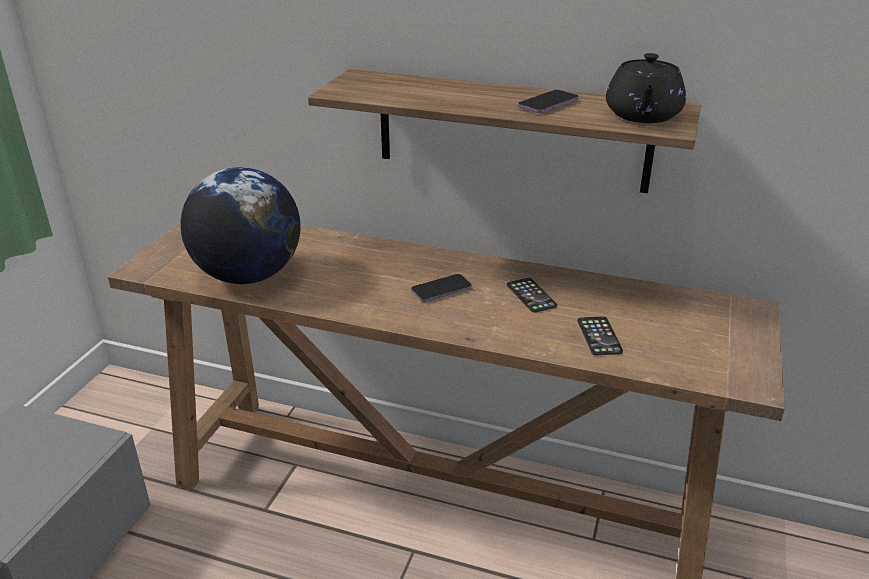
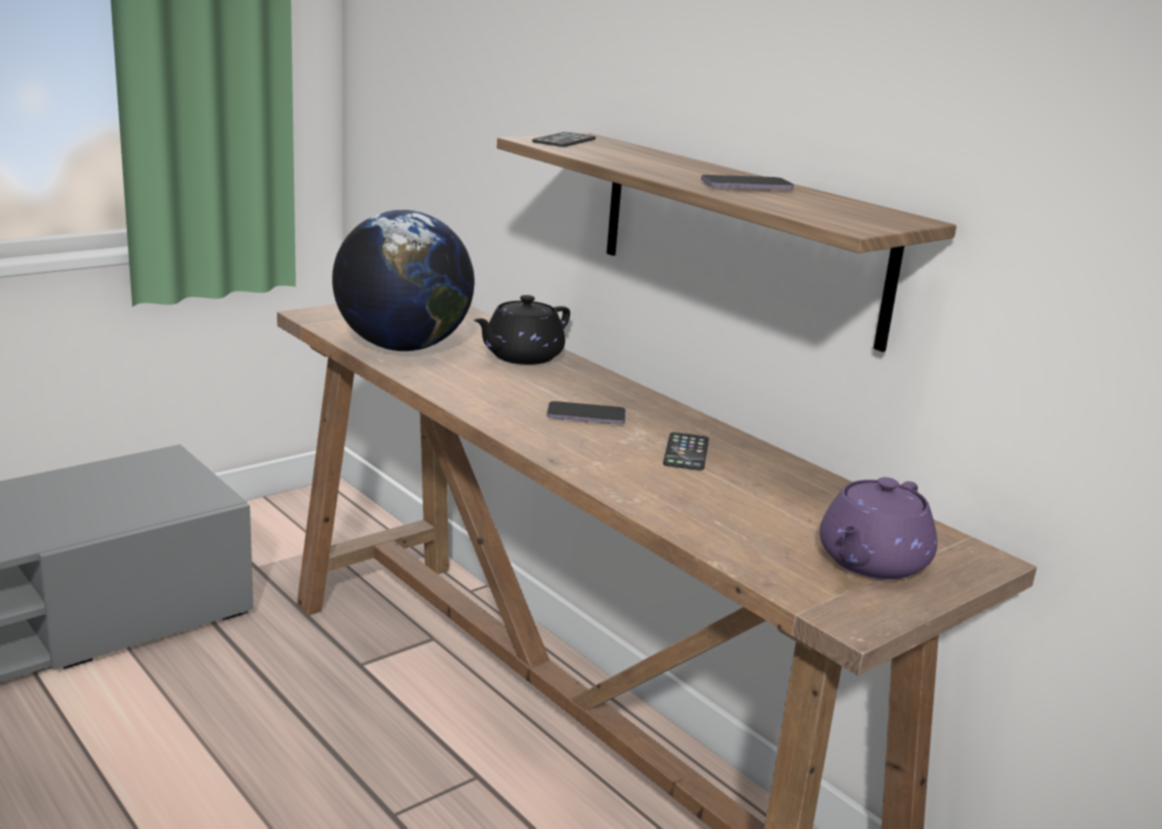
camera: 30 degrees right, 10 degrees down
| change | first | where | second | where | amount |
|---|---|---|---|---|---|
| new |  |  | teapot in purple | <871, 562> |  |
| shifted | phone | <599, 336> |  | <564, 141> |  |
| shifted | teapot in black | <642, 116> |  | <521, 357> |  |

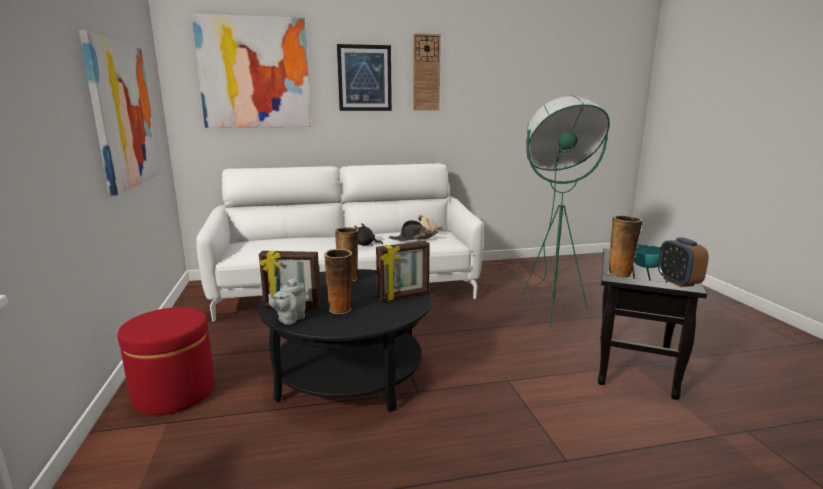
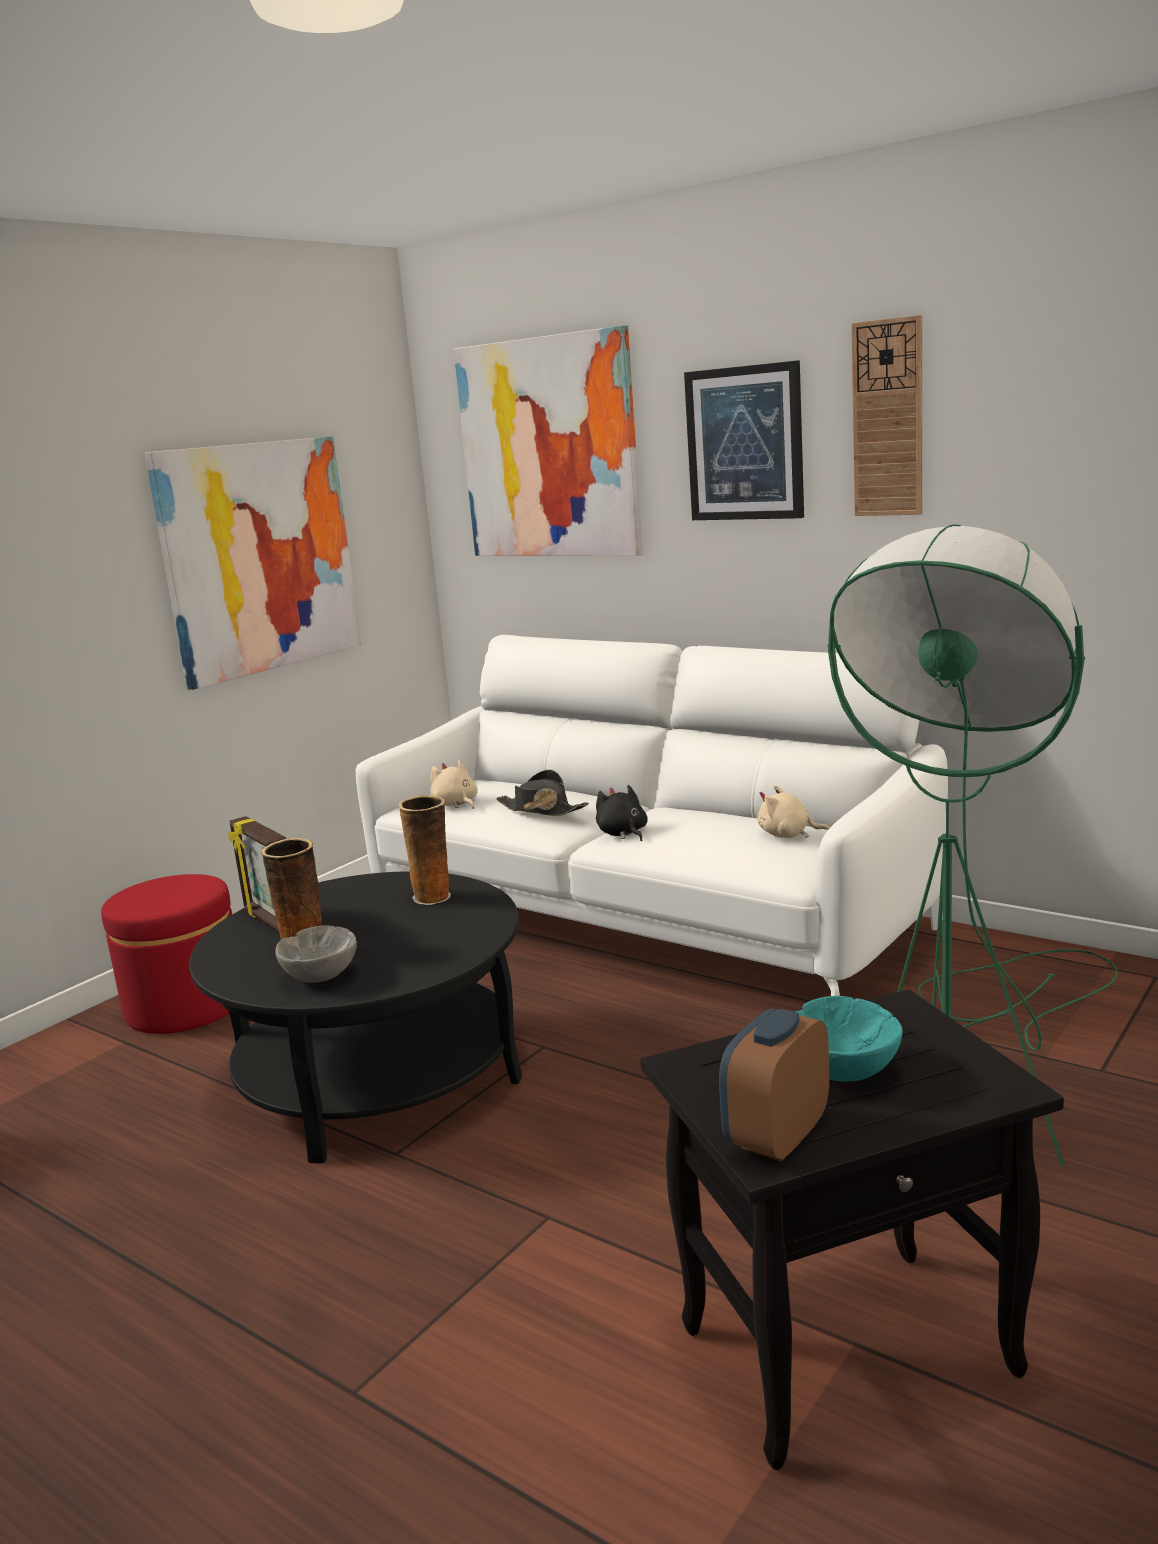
camera: 50 degrees right, 0 degrees up
| change | first | where | second | where | amount |
|---|---|---|---|---|---|
| gone | teapot in grey | <290, 319> |  |  |  |
| gone | picture frame | <403, 296> |  |  |  |
| gone | vase | <620, 274> |  |  |  |
| new |  |  | bowl in grey | <320, 976> |  |
| new |  |  | plush toy in beige | <456, 804> |  |
| shifted | hat in black | <413, 238> |  | <541, 809> |  |

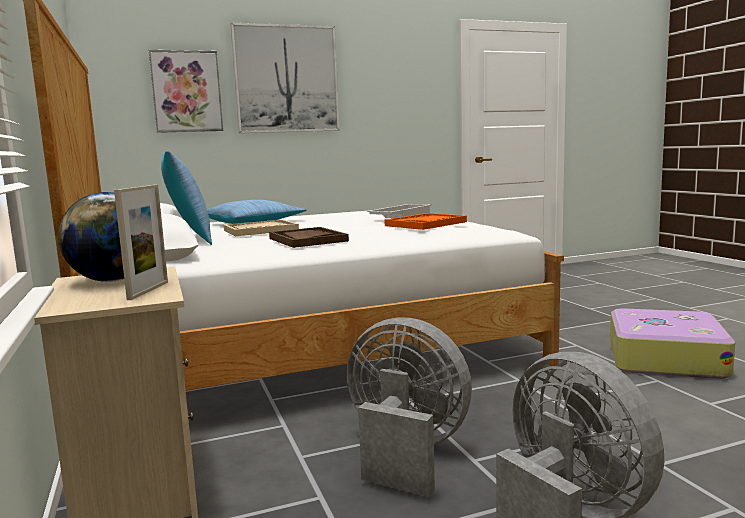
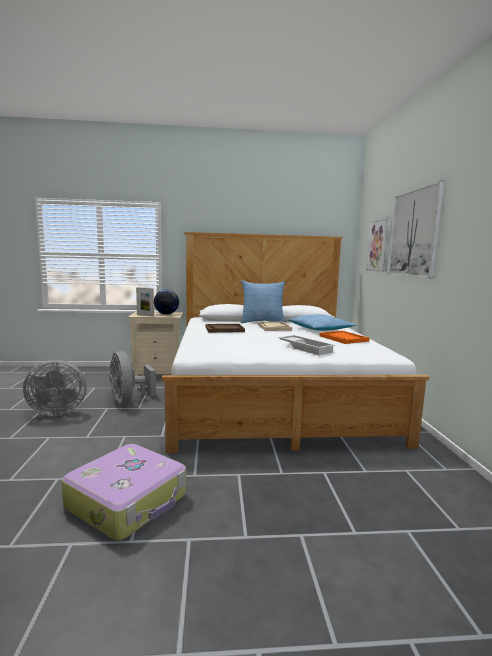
camera: 105 degrees right, 0 degrees up
| change | first | where | second | where | amount |
|---|---|---|---|---|---|
| shifted | tray in orange | <425, 224> |  | <343, 338> |  |
| rotated | fan in grey | <405, 452> |  | <128, 400> | 105 degrees clockwise |

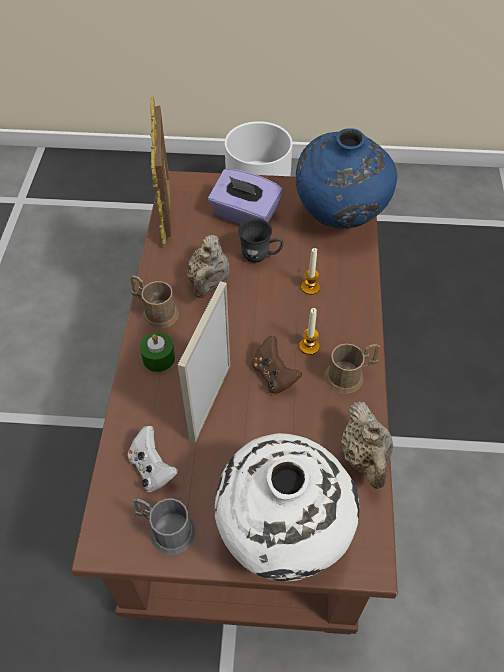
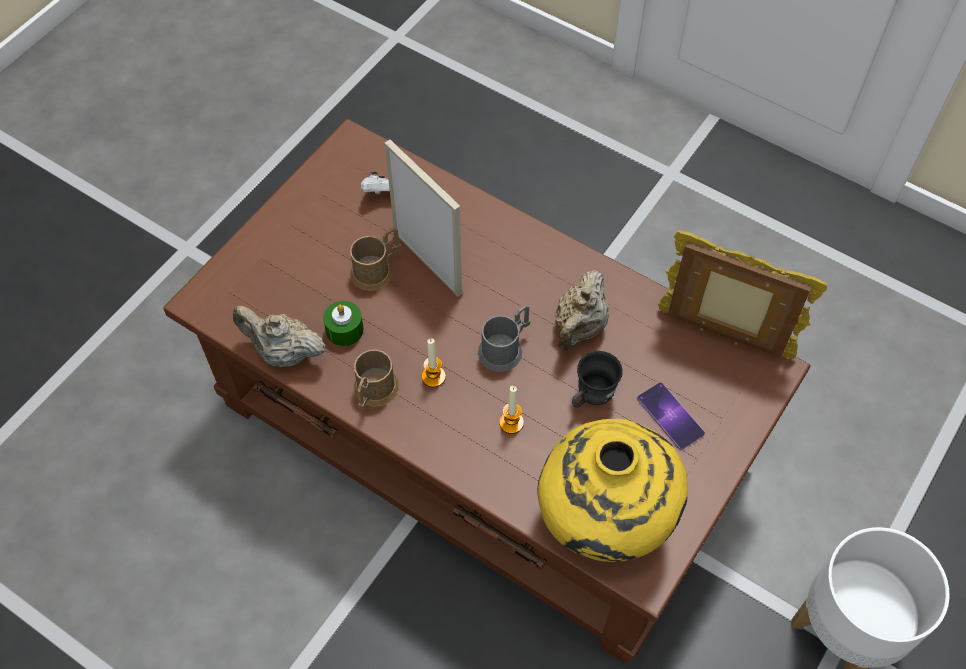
camera: 120 degrees right, 5 degrees up
| change | first | where | second | where | amount |
|---|---|---|---|---|---|
| gone | vase in white | <283, 534> |  |  |  |
| gone | game controller in brown | <274, 375> |  |  |  |
| shifted | mug in brown | <155, 312> |  | <377, 270> |  |
| shifted | mug in grey | <166, 529> |  | <505, 348> |  |
| shifted | candle in green | <158, 358> |  | <344, 330> |  |
| swapped | tissue box in purple | <245, 215> | phone | <670, 416> |  |
| repainted | vase in blue | <340, 219> | vase in yellow | <603, 522> |  |
| rotated | teapot in beige | <209, 283> |  | <579, 328> | 105 degrees counterclockwise |

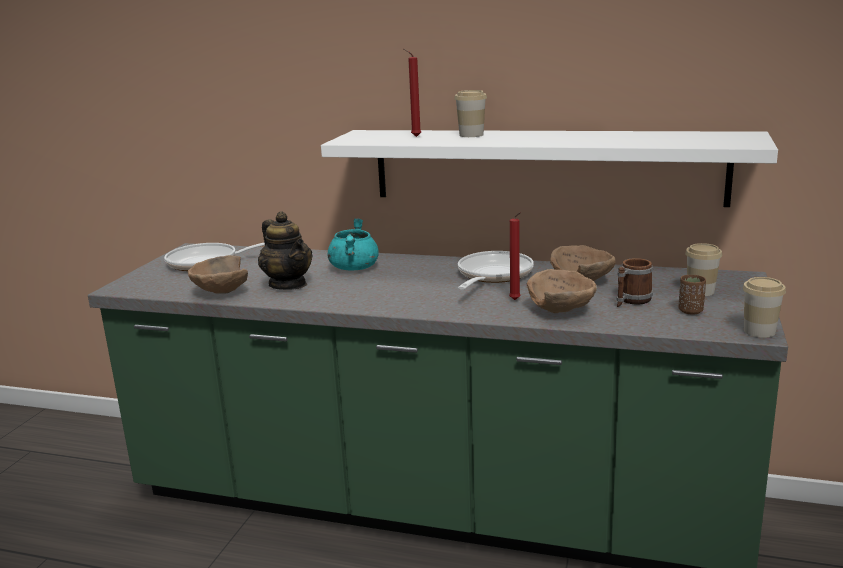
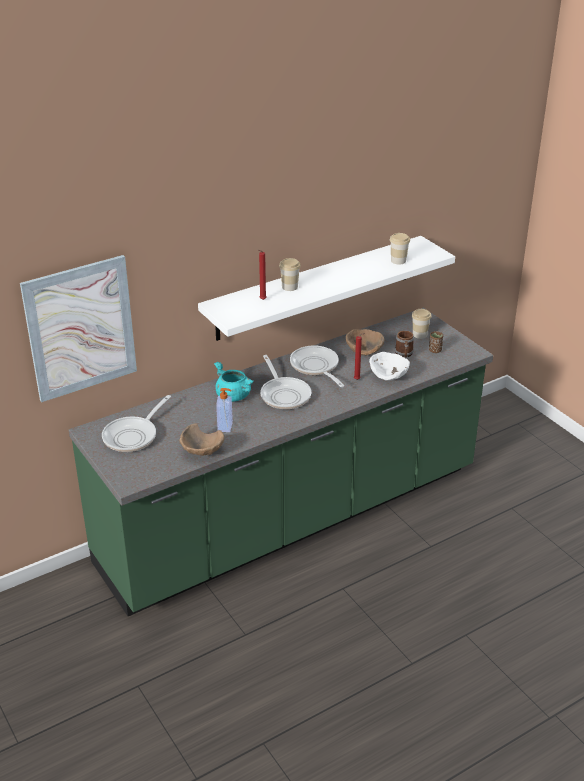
camera: 50 degrees left, 15 degrees up
| change | first | where | second | where | amount |
|---|---|---|---|---|---|
| new |  |  | picture | <80, 328> |  |
| new |  |  | frying pan | <284, 394> |  |
| shifted | cup | <759, 331> |  | <398, 260> |  |
| swapped | teapot | <288, 284> | soap dispenser | <225, 427> |  |
| repainted | bowl in brown | <563, 311> | bowl in white | <389, 376> |  |

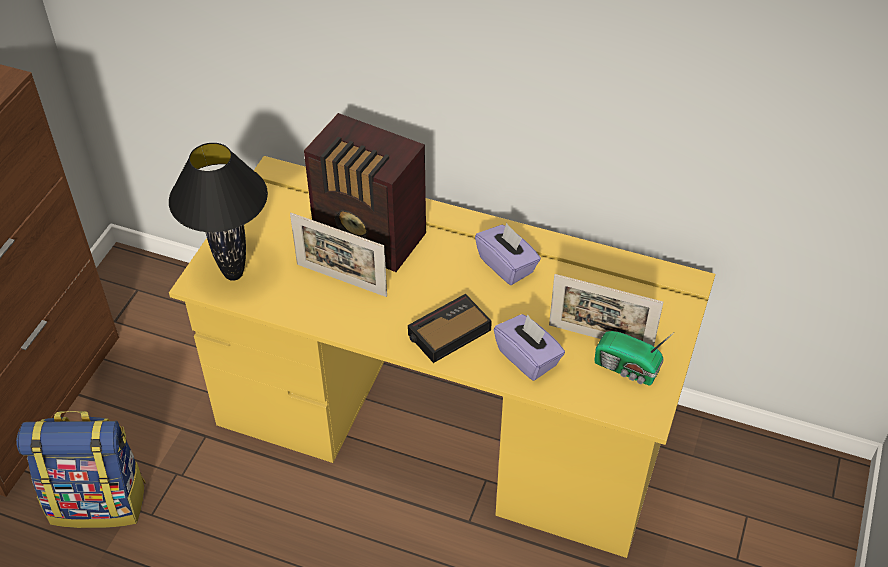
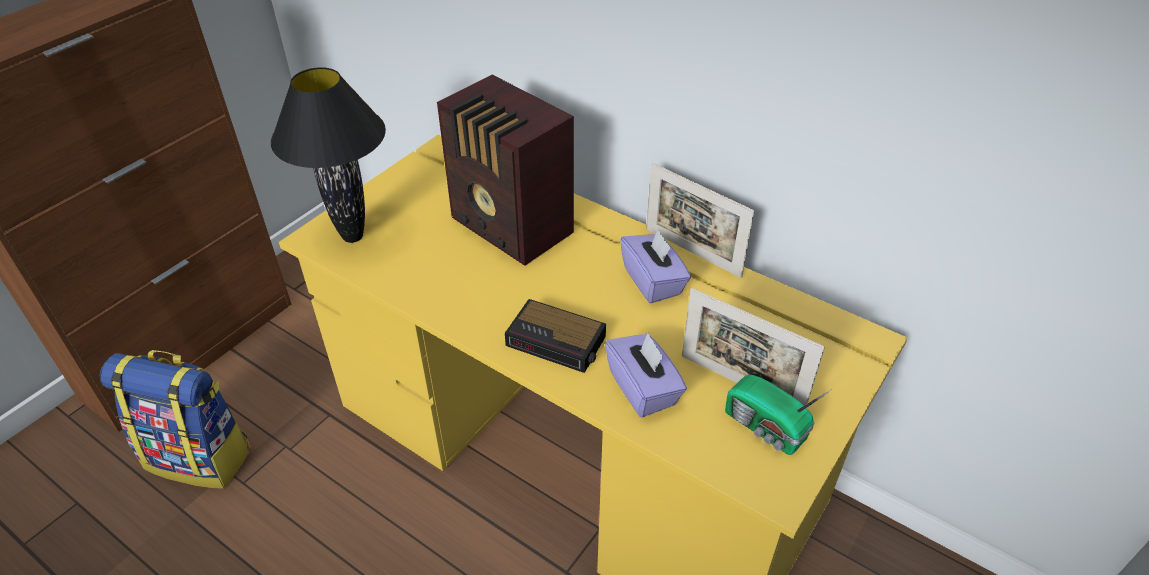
camera: 15 degrees right, 5 degrees down
| change | first | where | second | where | amount |
|---|---|---|---|---|---|
| shifted | picture frame | <341, 280> |  | <692, 252> |  |
| rotated | alarm clock | <448, 333> |  | <558, 341> | 135 degrees counterclockwise |

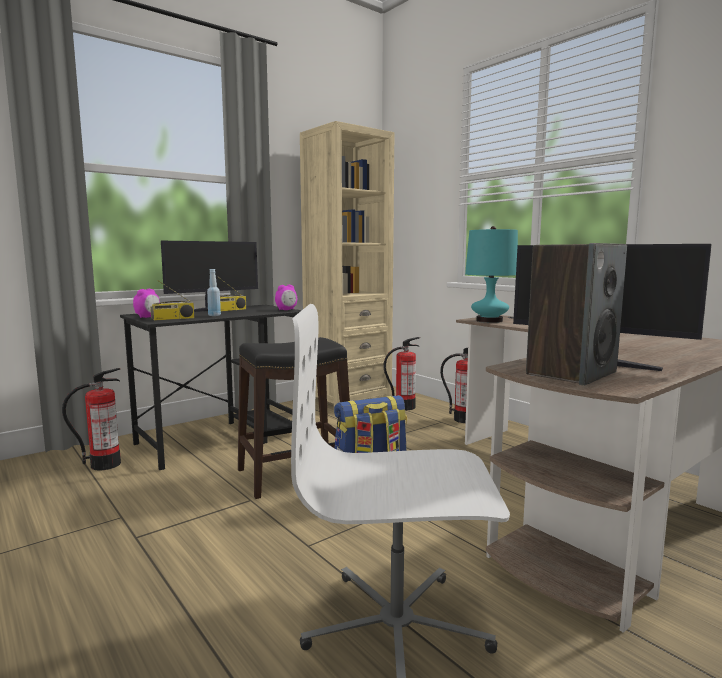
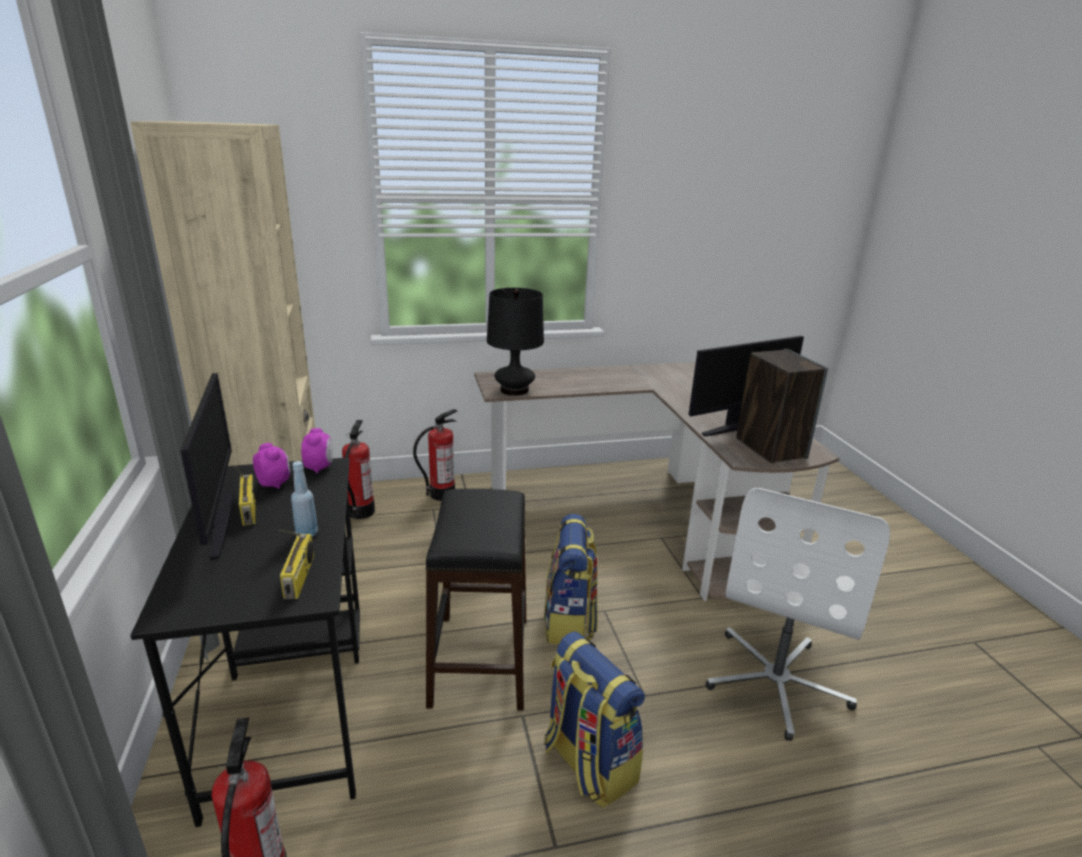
camera: 65 degrees left, 15 degrees up
| change | first | where | second | where | amount |
|---|---|---|---|---|---|
| new |  |  | backpack | <588, 763> |  |
| shifted | alarm clock | <148, 317> |  | <275, 484> |  |
| repainted | table lamp in turquoise | <489, 321> | table lamp in black | <514, 390> |  |

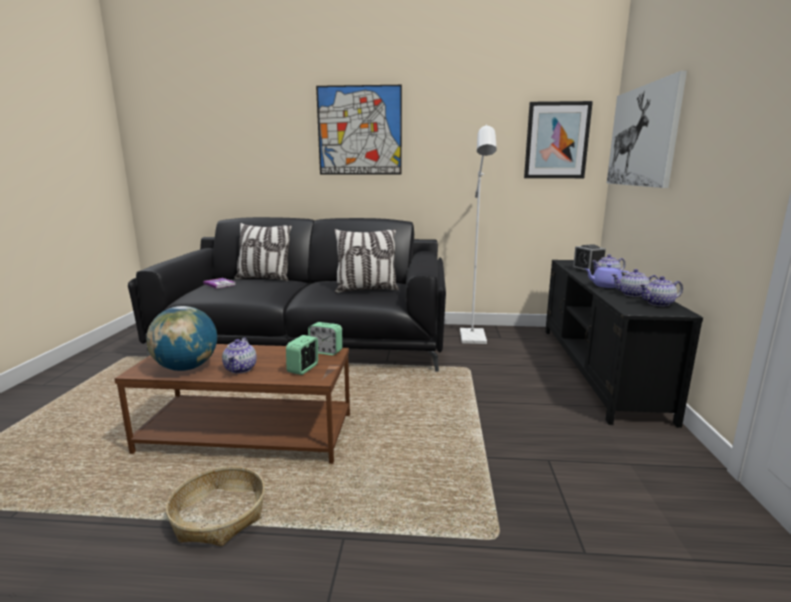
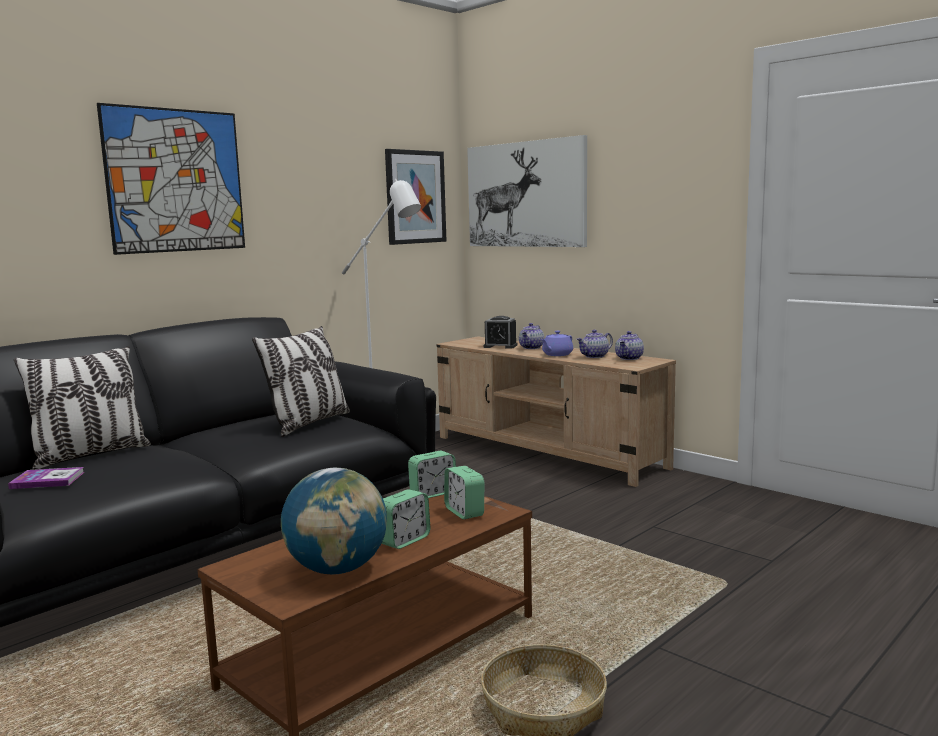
camera: 50 degrees left, 5 degrees down
| change | first | where | second | where | amount |
|---|---|---|---|---|---|
| swapped | teapot | <241, 369> | alarm clock | <404, 540> |  |
| repainted | tv stand in black | <598, 369> | tv stand in beige | <548, 452> |  |

